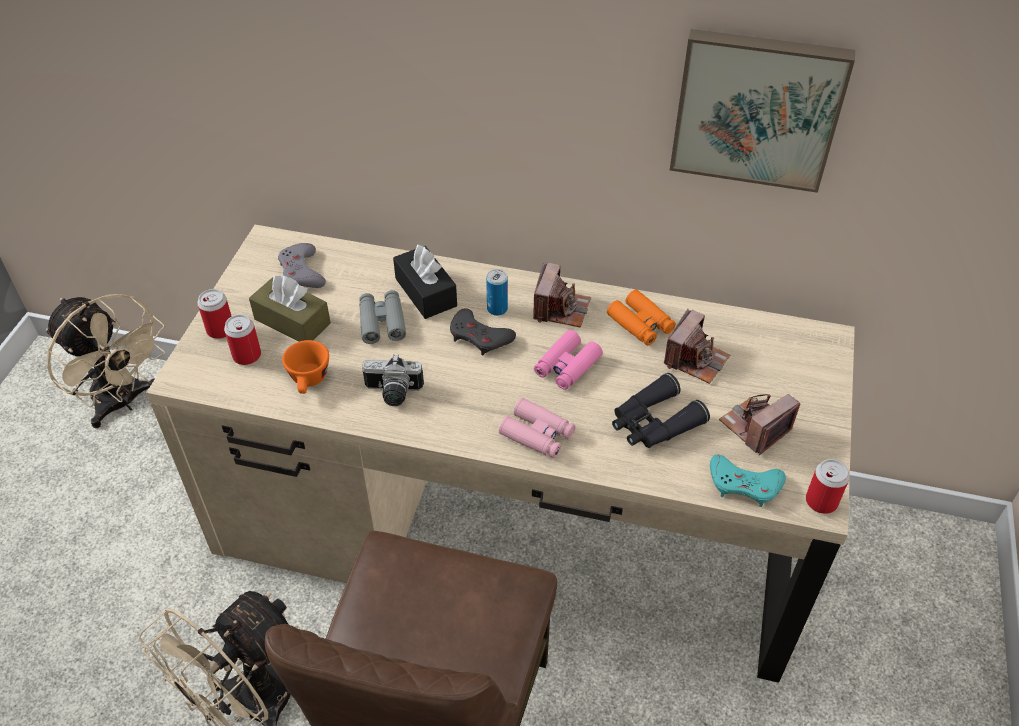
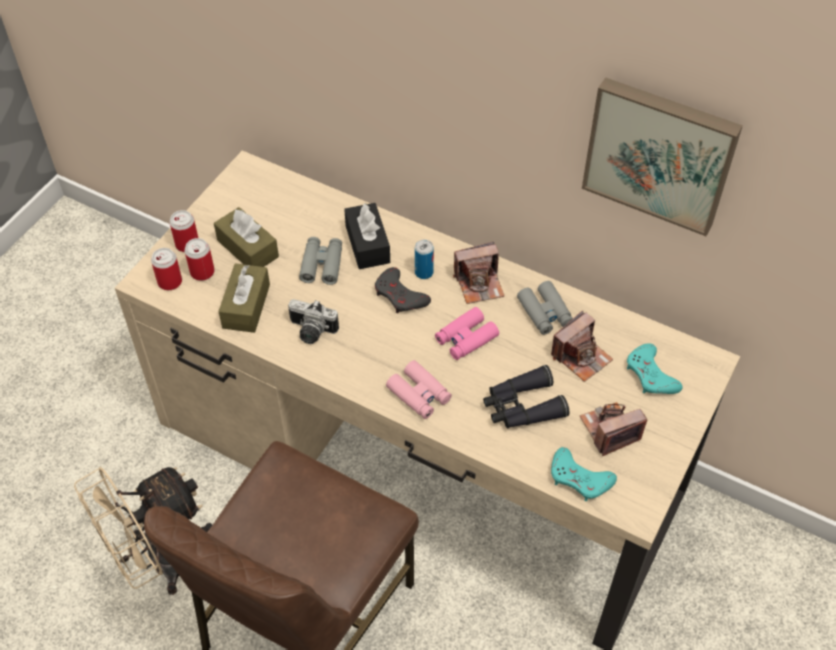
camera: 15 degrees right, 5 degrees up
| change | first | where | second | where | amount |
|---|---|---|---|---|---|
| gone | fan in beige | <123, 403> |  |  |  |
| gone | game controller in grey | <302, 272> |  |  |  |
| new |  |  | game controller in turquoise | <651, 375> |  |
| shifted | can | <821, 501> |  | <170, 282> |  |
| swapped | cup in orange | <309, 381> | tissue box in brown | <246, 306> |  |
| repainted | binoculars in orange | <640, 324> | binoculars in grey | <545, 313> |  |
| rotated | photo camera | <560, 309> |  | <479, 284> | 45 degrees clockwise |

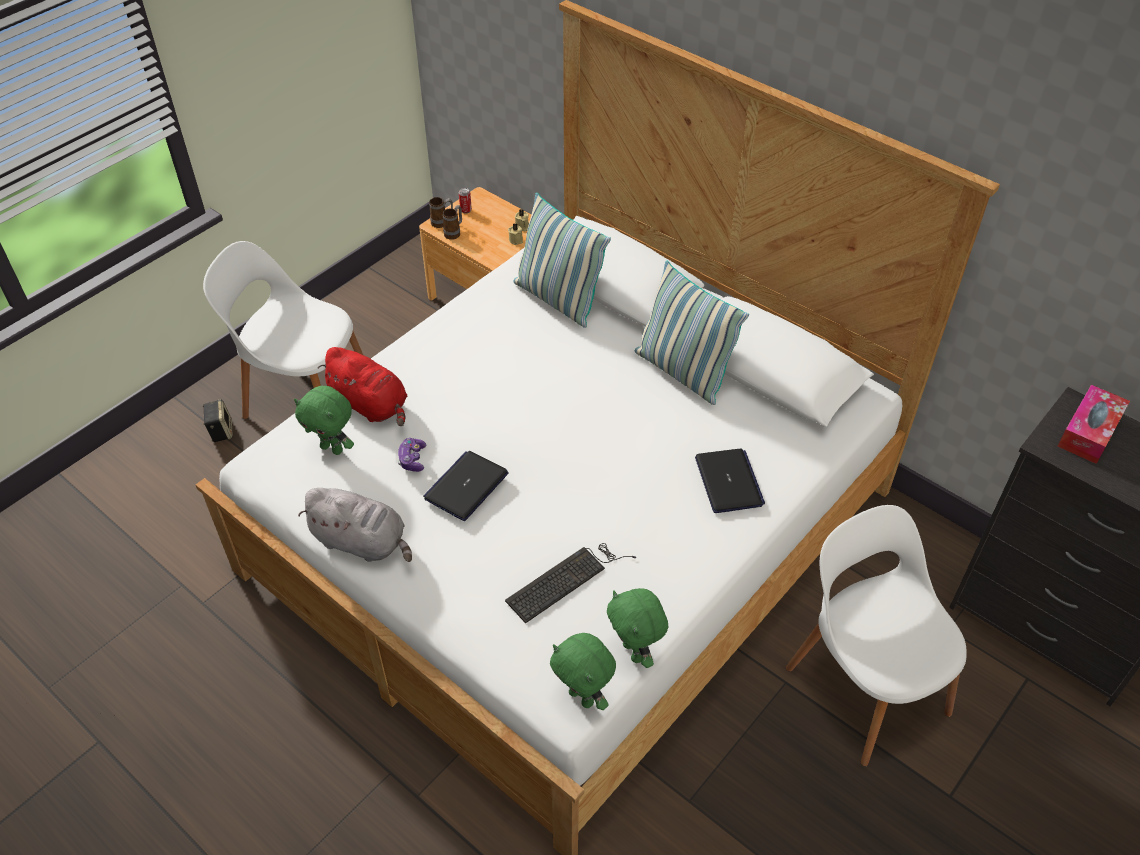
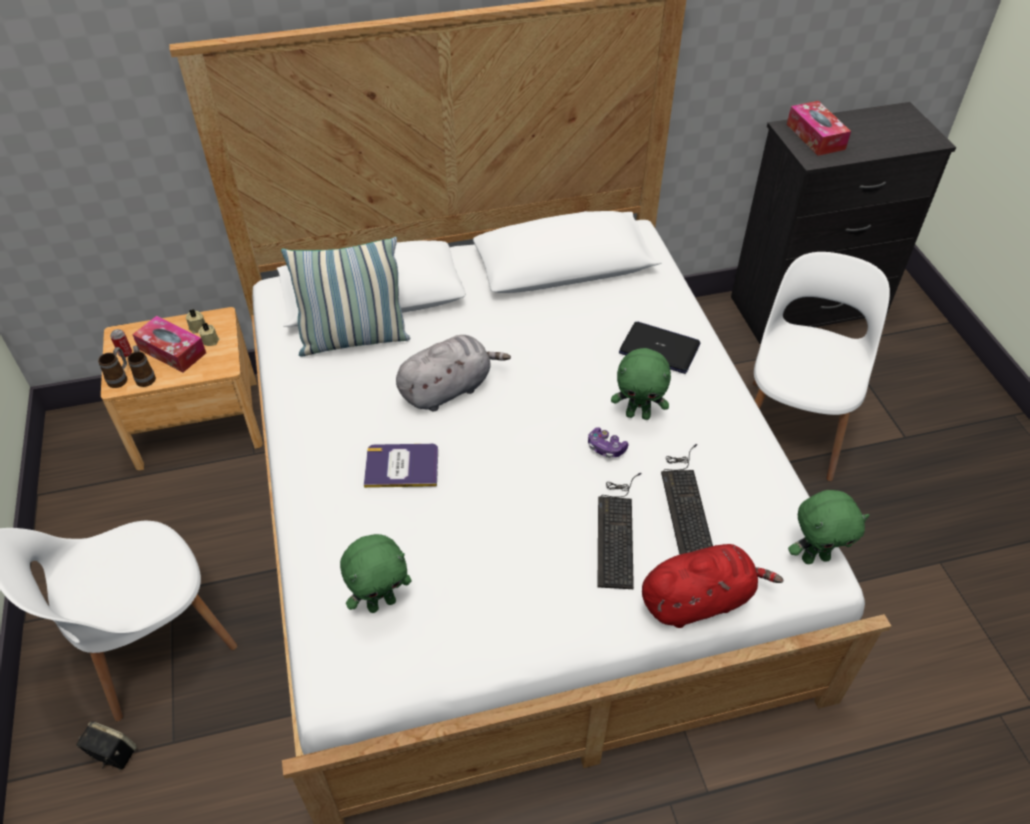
camera: 55 degrees left, 0 degrees up
| change | first | where | second | where | amount |
|---|---|---|---|---|---|
| gone | laptop | <466, 486> |  |  |  |
| gone | pillow | <682, 372> |  |  |  |
| new |  |  | tissue box | <172, 351> |  |
| new |  |  | book | <402, 466> |  |
| new |  |  | keyboard | <617, 530> |  |
| shifted | plush toy in grey | <362, 542> |  | <448, 389> |  |
| shifted | plush toy in red | <371, 405> |  | <699, 600> |  |
| shifted | game controller | <412, 459> |  | <606, 448> |  |
| shifted | plush toy in green | <635, 652> |  | <638, 414> |  |
| rotated | chair in white | <864, 685> |  | <792, 426> | 105 degrees clockwise |

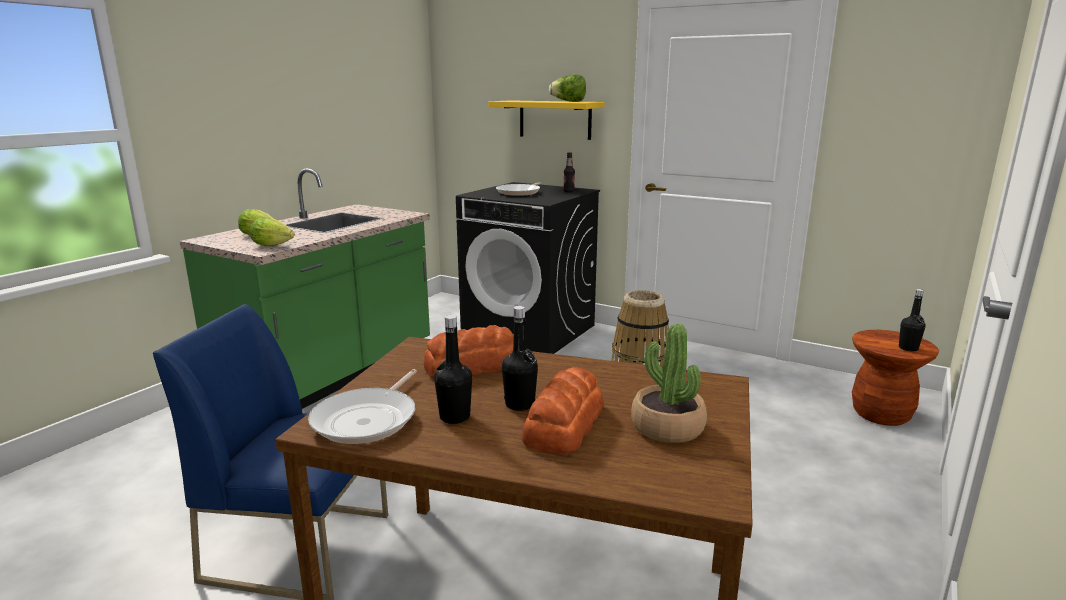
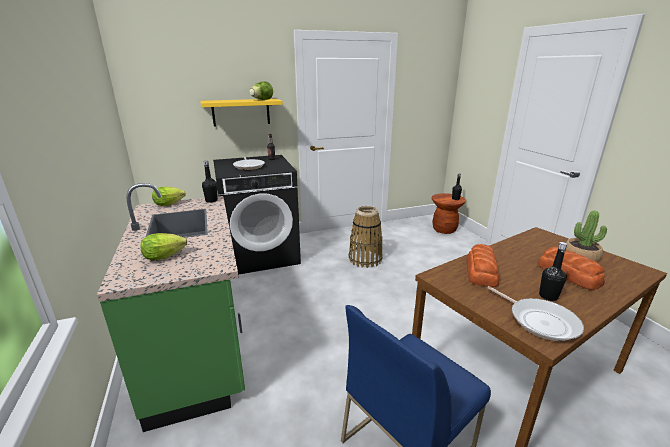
camera: 50 degrees left, 5 degrees up
| change | first | where | second | where | amount |
|---|---|---|---|---|---|
| shifted | lettuce | <275, 246> |  | <171, 204> |  |
| shifted | bottle in black | <520, 404> |  | <211, 200> |  |

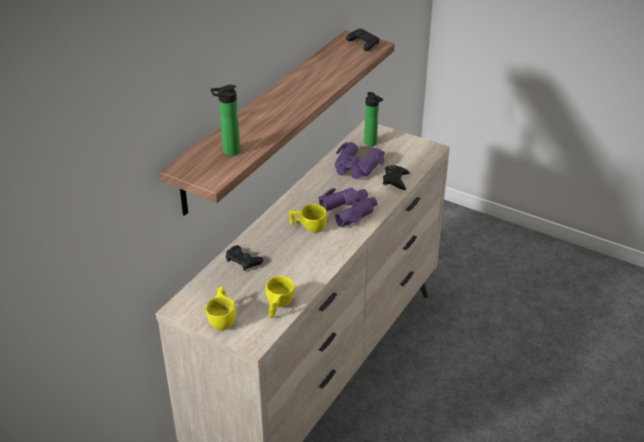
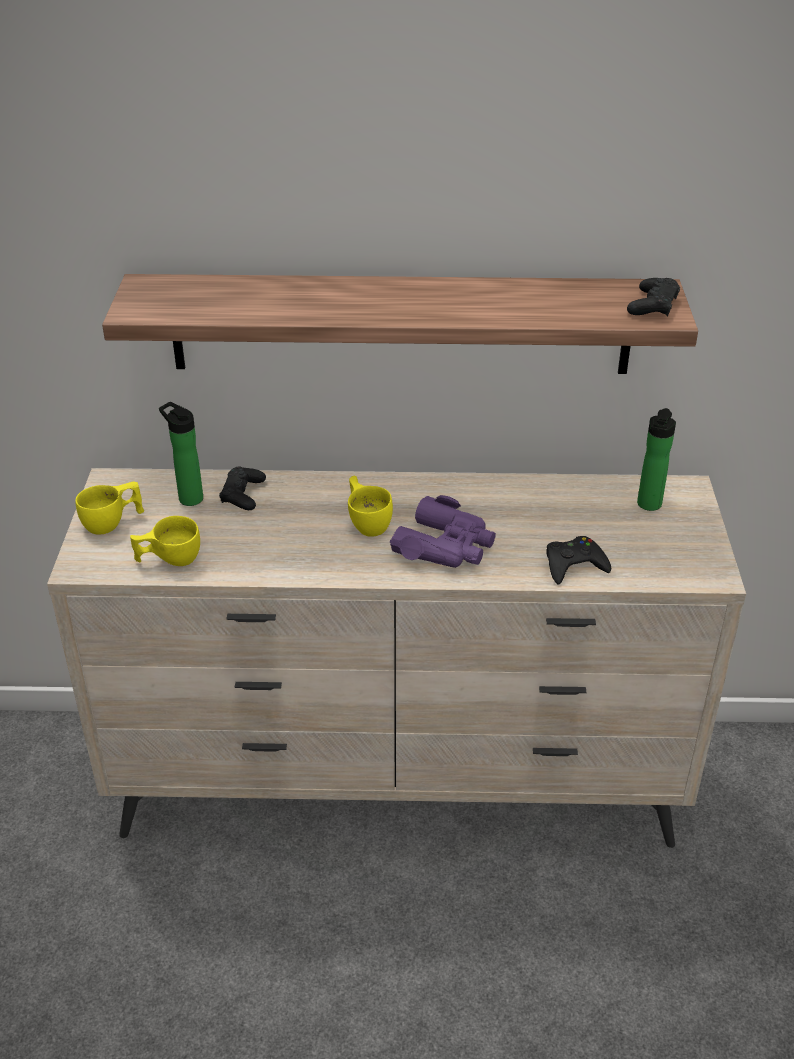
camera: 60 degrees right, 0 degrees up
| change | first | where | second | where | amount |
|---|---|---|---|---|---|
| gone | binoculars in purple | <356, 167> |  |  |  |
| shifted | bottle | <228, 152> |  | <188, 497> |  |

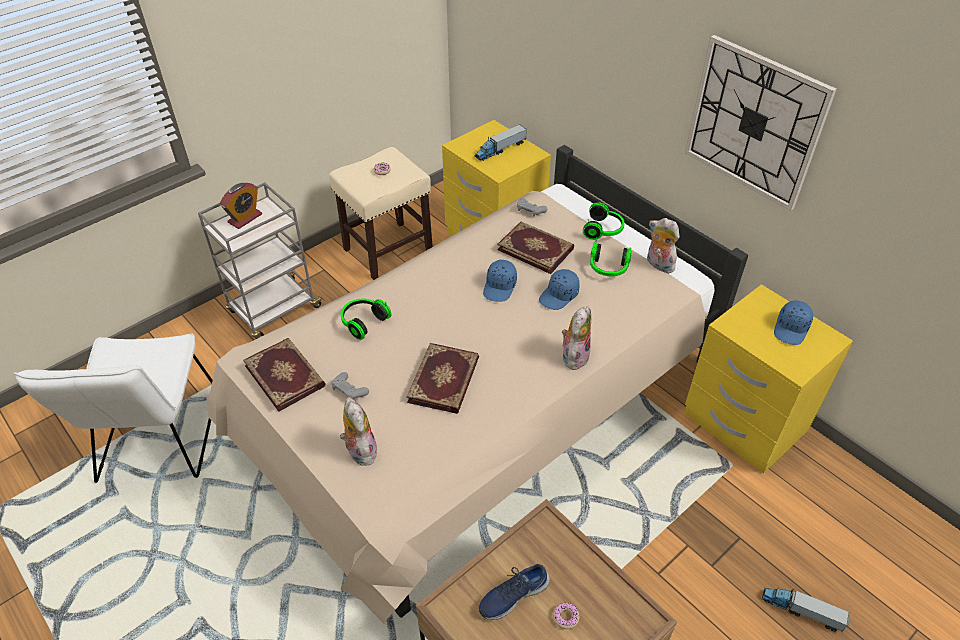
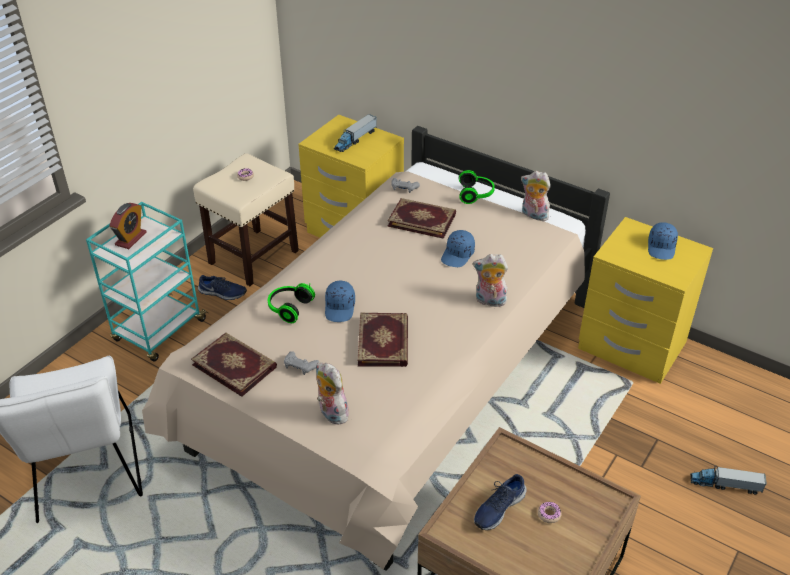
camera: 15 degrees left, 5 degrees down
| change | first | where | second | where | amount |
|---|---|---|---|---|---|
| gone | headphones | <608, 268> |  |  |  |
| gone | wall clock | <754, 123> |  |  |  |
| new |  |  | shoe in blue | <222, 293> |  |
| shifted | cap in blue | <500, 287> |  | <340, 308> |  |
| repainted | cart in grey | <274, 310> | cart in turquoise | <159, 331> |  |
| rotated | plush toy | <574, 356> |  | <489, 301> | 90 degrees counterclockwise |

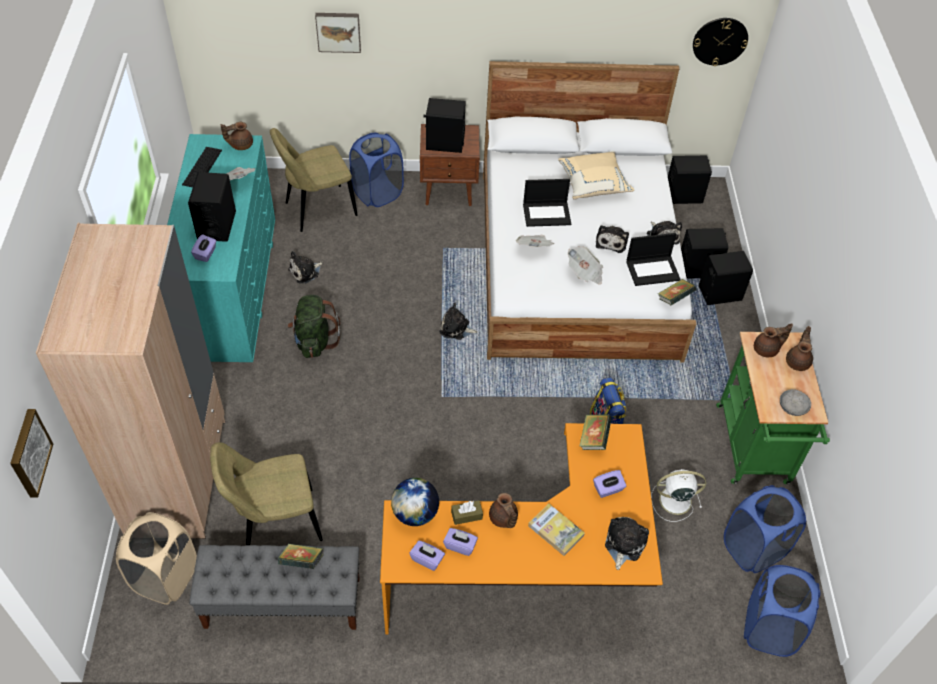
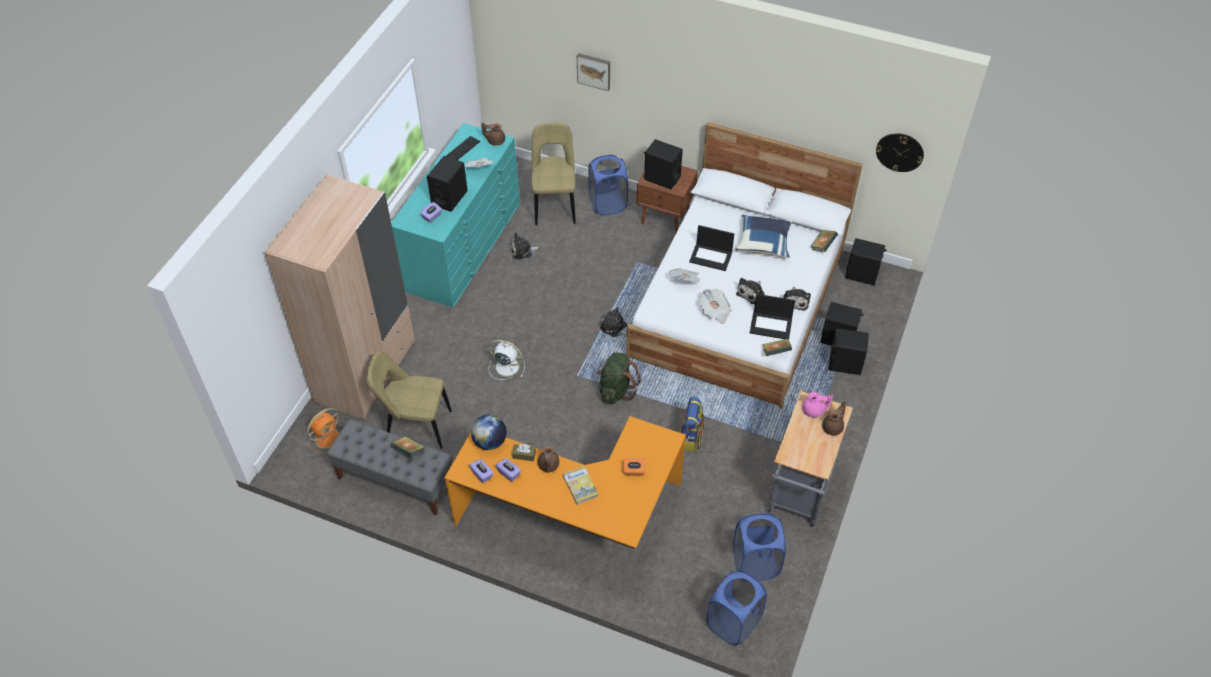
camera: 25 degrees right, 0 degrees up
| change | first | where | second | where | amount |
|---|---|---|---|---|---|
| gone | picture | <28, 453> |  |  |  |
| gone | plush toy | <623, 544> |  |  |  |
| gone | bowl in grey | <792, 407> |  |  |  |
| shifted | backpack in green | <314, 341> |  | <616, 390> |  |
| shifted | book | <593, 438> |  | <822, 246> |  |
| shifted | fan in white | <673, 500> |  | <506, 366> |  |
| swapped | laundry basket in beige | <165, 577> | fan in orange | <328, 437> |  |
| repainted | pillow in beige | <593, 184> | pillow in blue | <763, 243> |  |
| repainted | tissue box in purple | <608, 489> | tissue box in orange | <634, 471> |  |
| repainted | cart in green | <754, 450> | cart in grey | <799, 493> |  |
| repainted | teapot in brown | <767, 349> | teapot in pink | <813, 411> |  |
| rotated | chair in beige | <317, 210> |  | <555, 205> | 90 degrees clockwise |

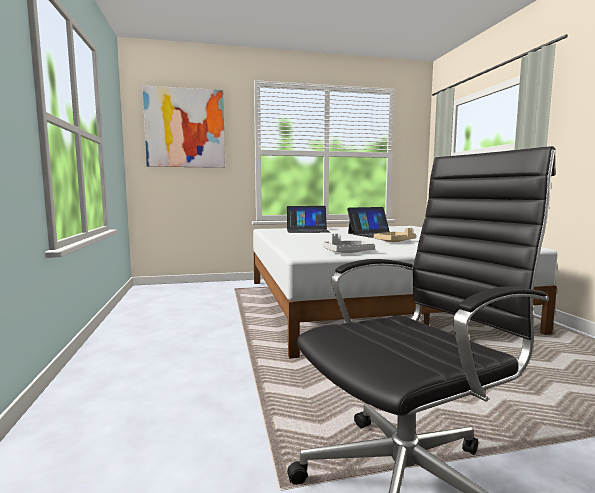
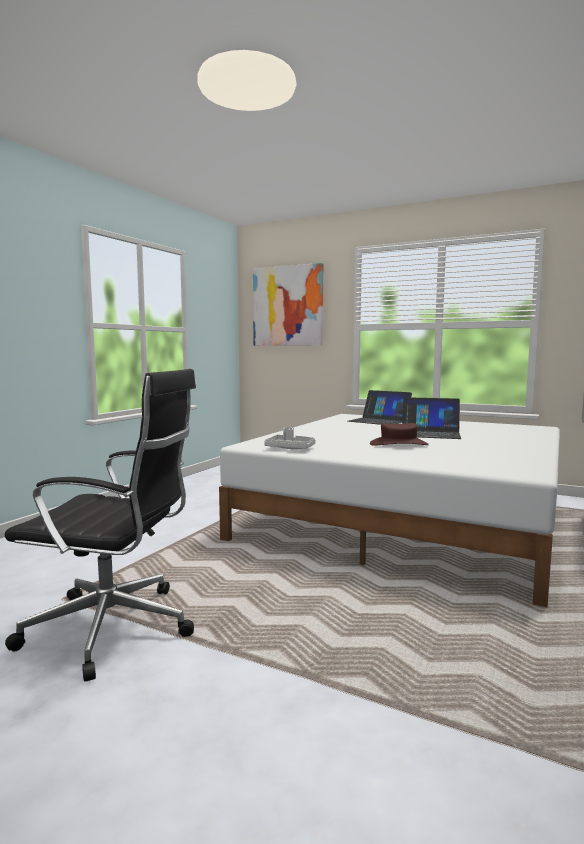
camera: 40 degrees right, 0 degrees up
| change | first | where | second | where | amount |
|---|---|---|---|---|---|
| swapped | tray in beige | <395, 241> | hat in brown | <398, 444> |  |

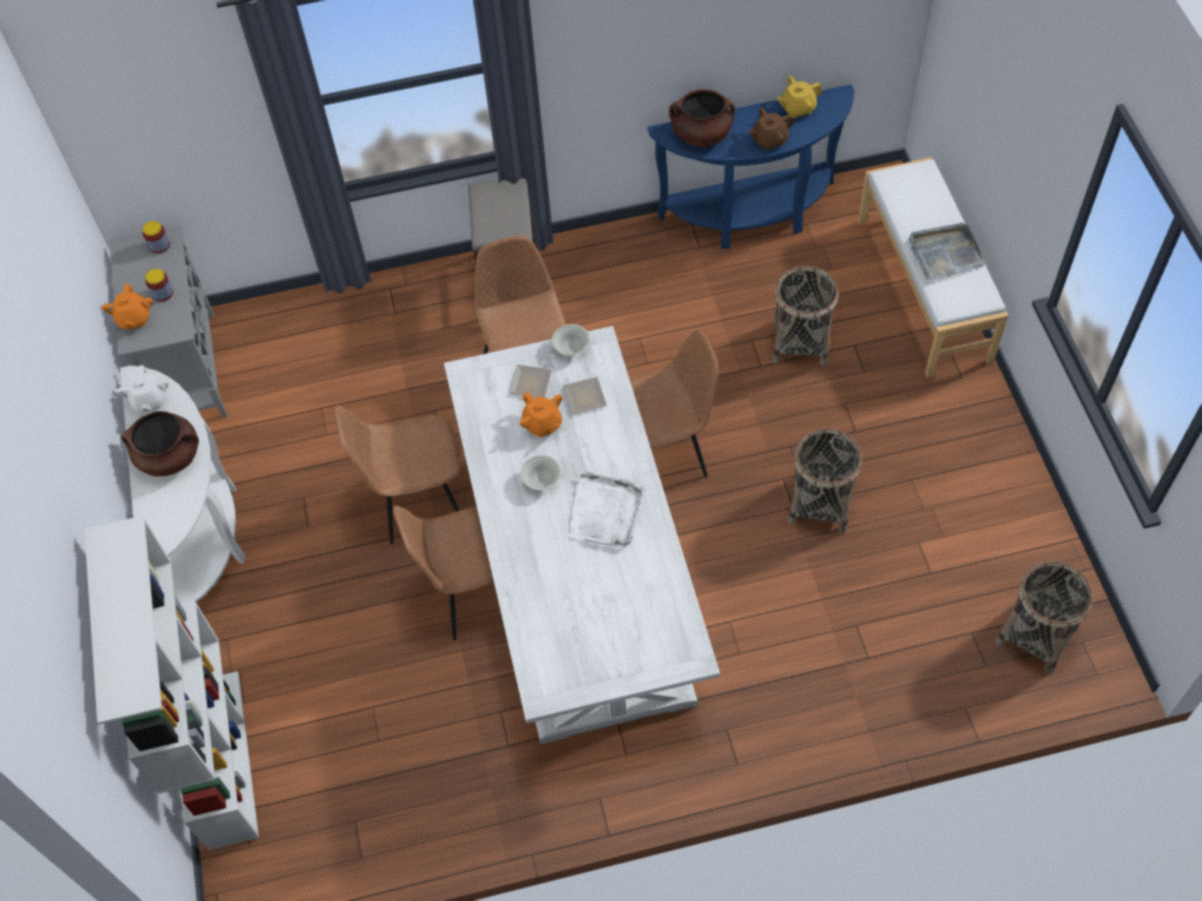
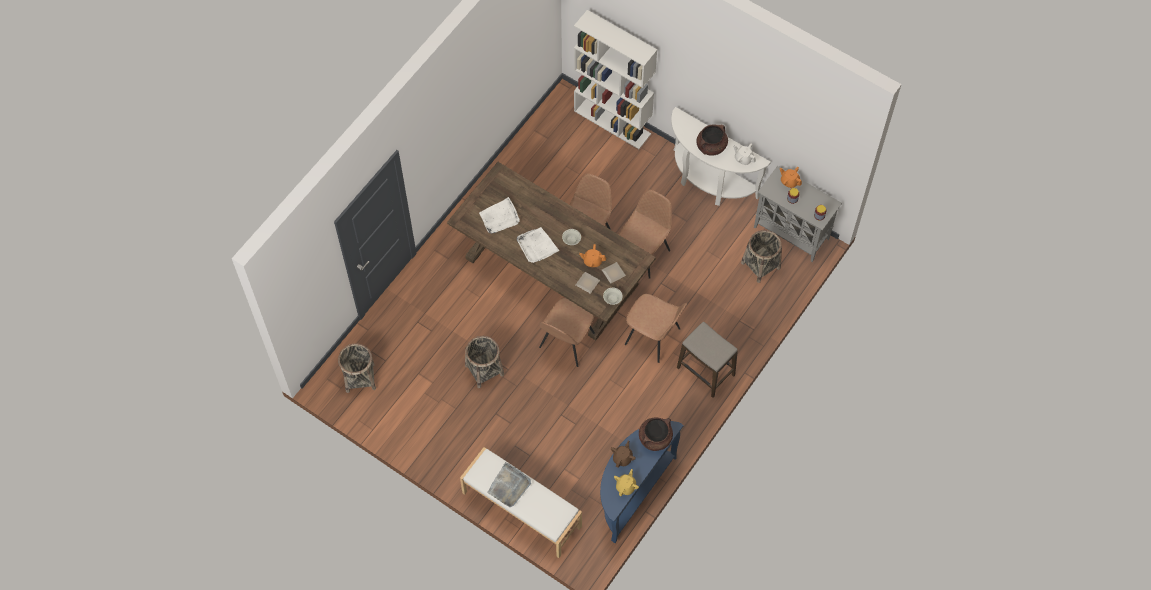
camera: 135 degrees right, 5 degrees up
| change | first | where | second | where | amount |
|---|---|---|---|---|---|
| new |  |  | tray in white | <500, 217> |  |
| shifted | basket | <800, 342> |  | <760, 265> |  |
| repainted | dining table in white | <578, 575> | dining table in brown | <552, 271> |  |

